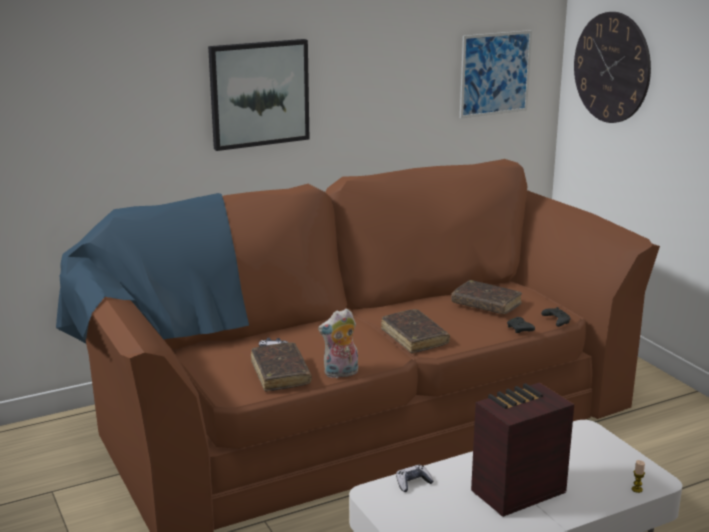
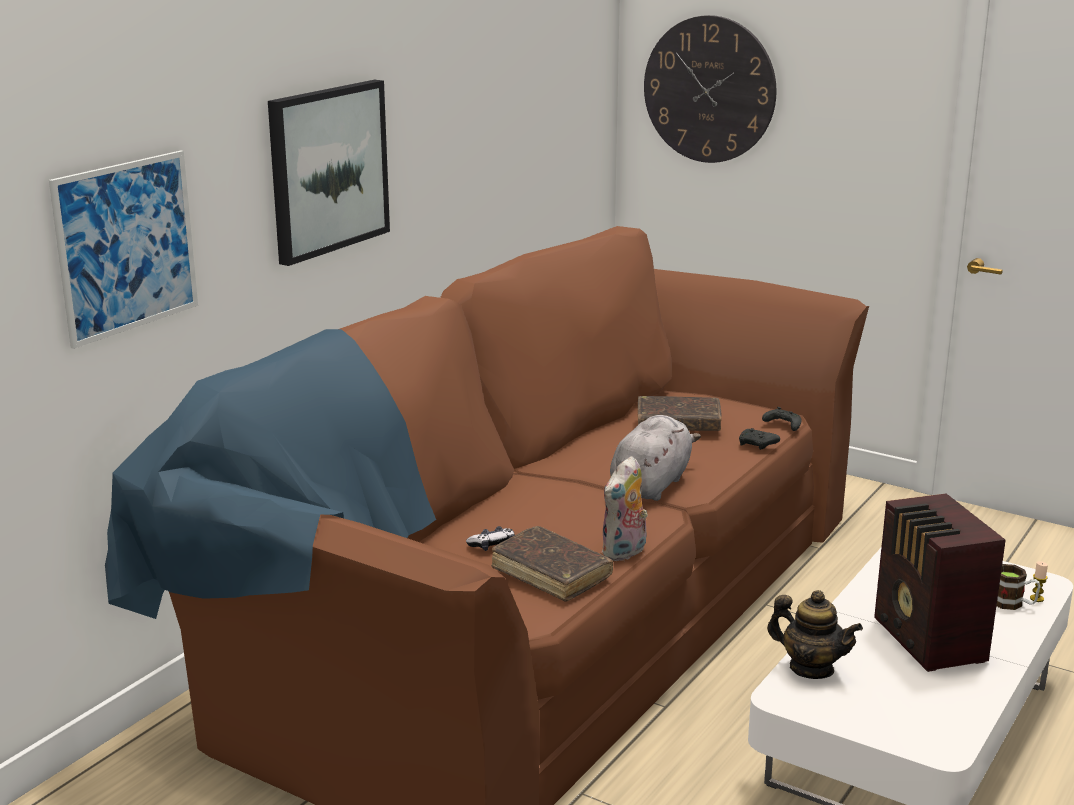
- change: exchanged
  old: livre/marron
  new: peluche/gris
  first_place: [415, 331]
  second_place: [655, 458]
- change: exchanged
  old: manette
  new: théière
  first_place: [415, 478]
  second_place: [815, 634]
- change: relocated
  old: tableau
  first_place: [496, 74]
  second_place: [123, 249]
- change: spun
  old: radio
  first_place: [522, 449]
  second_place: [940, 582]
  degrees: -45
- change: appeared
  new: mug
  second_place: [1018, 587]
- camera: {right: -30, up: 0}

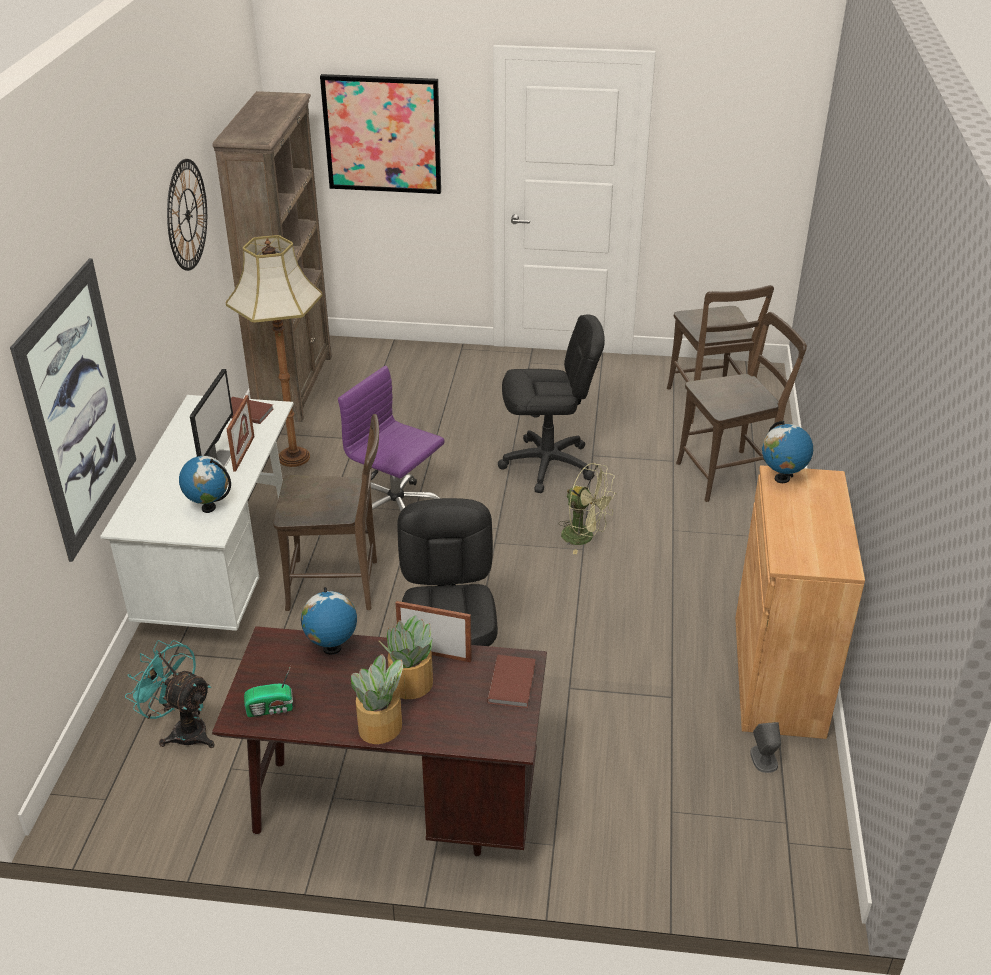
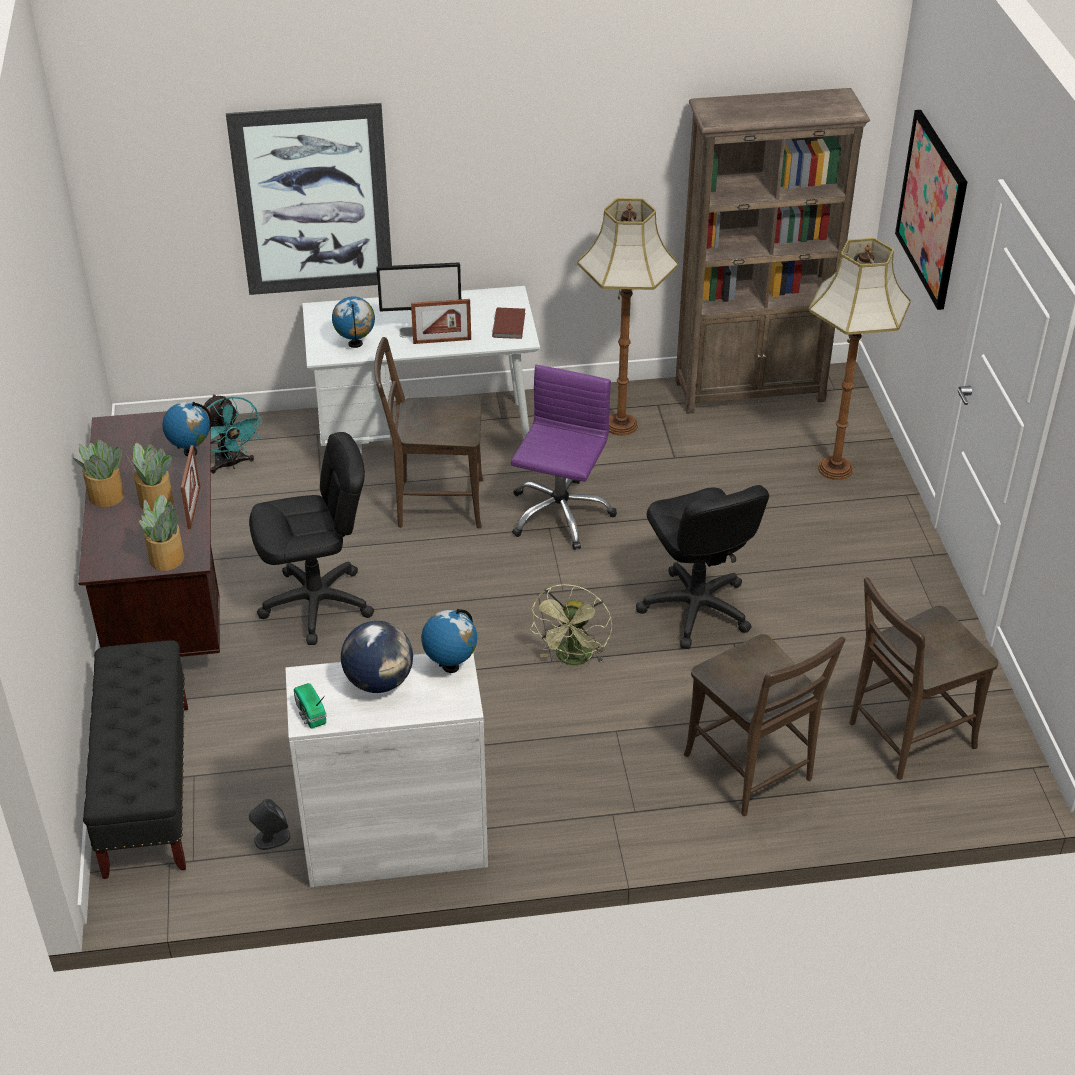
- change: spun
  old: ventilateur/turquoise
  first_place: [170, 694]
  second_place: [233, 434]
  degrees: 135
- change: missing
  old: horloge murale
  first_place: [187, 215]
- change: relocated
  old: radio
  first_place: [268, 691]
  second_place: [310, 706]
- change: spun
  old: chaise/marron
  first_place: [326, 512]
  second_place: [428, 432]
  degrees: 105
- change: exchanged
  old: livre/marron
  new: plante en pot
  first_place: [511, 681]
  second_place: [161, 532]
- change: colour
  old: meuble de rangement/marron
  new: meuble de rangement/blanc
  first_place: [800, 602]
  second_place: [386, 770]
- change: appeared
  new: banc/noir
  second_place: [135, 759]
- change: appeared
  new: globe
  second_place: [377, 657]
- change: appeared
  new: lampadaire
  second_place: [860, 359]
- camera: {right: 75, up: 5}

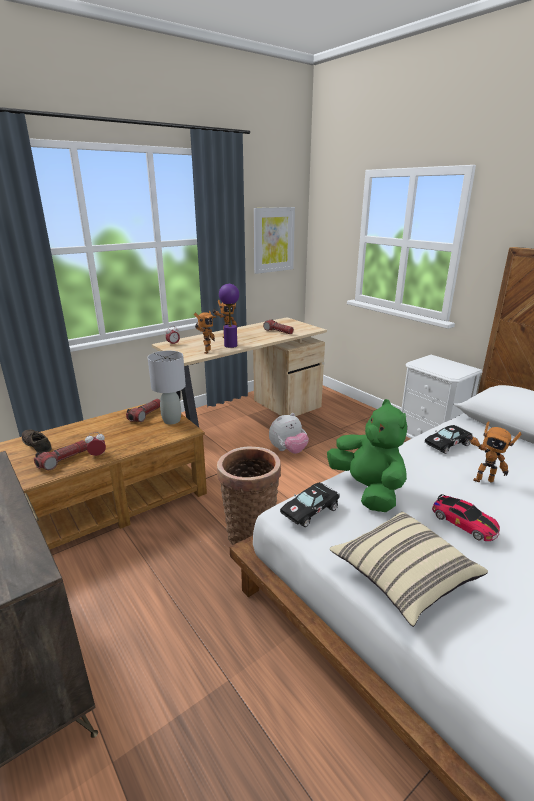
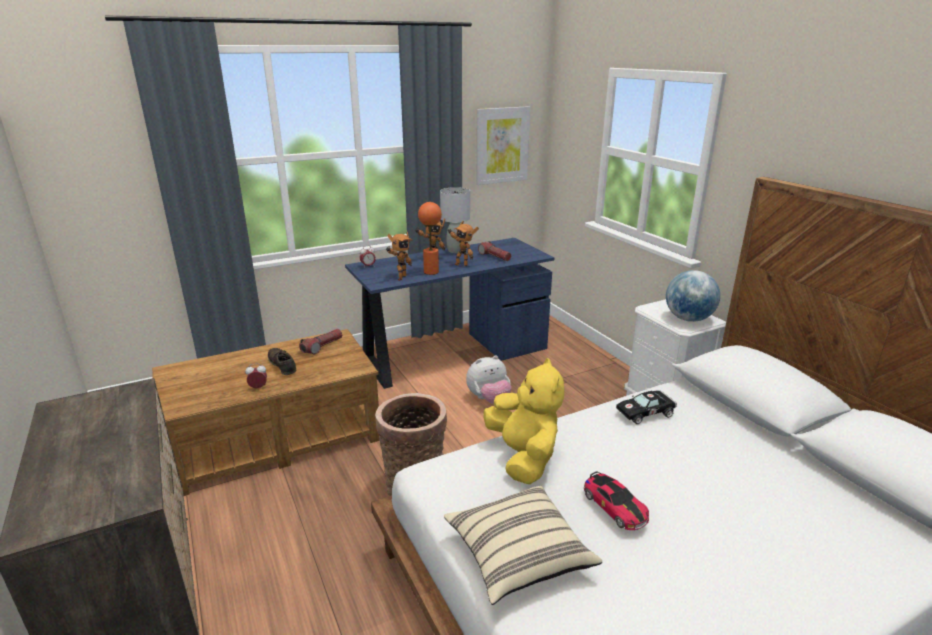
- change: relocated
  old: chaussure/marron
  first_place: [37, 442]
  second_place: [282, 361]
- change: missing
  old: lampe de poche
  first_place: [60, 455]
- change: relocated
  old: lampe de table/gris
  first_place: [167, 388]
  second_place: [455, 220]
- change: colour
  old: bureau/beige
  new: bureau/bleu
  first_place: [239, 372]
  second_place: [450, 313]
- change: colour
  old: lampe de table/violet
  new: lampe de table/orange
  first_place: [229, 316]
  second_place: [430, 238]
- change: missing
  old: petite voiture/noir
  first_place: [310, 504]
- change: colour
  old: peluche/vert
  new: peluche/jaune
  first_place: [367, 455]
  second_place: [524, 421]
- change: relocated
  old: robot jouet
  first_place: [494, 452]
  second_place: [463, 243]
- change: appeared
  new: globe
  second_place: [693, 296]
- camera: {right: 10, up: 0}

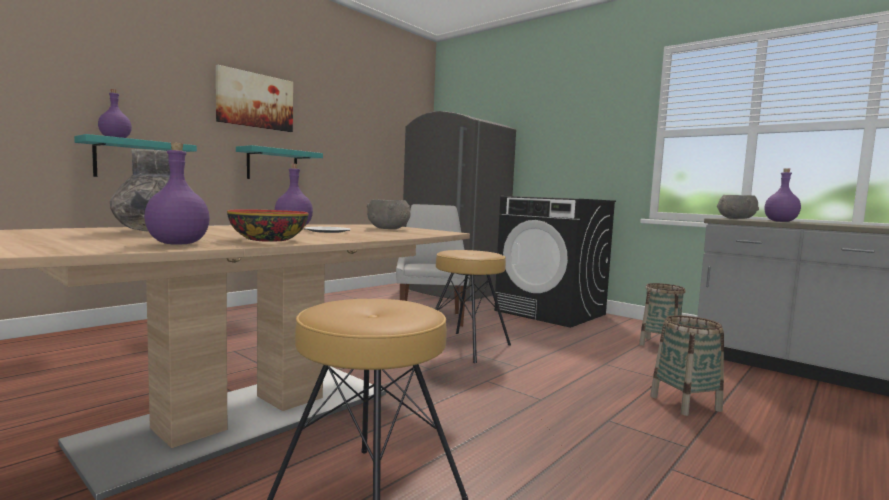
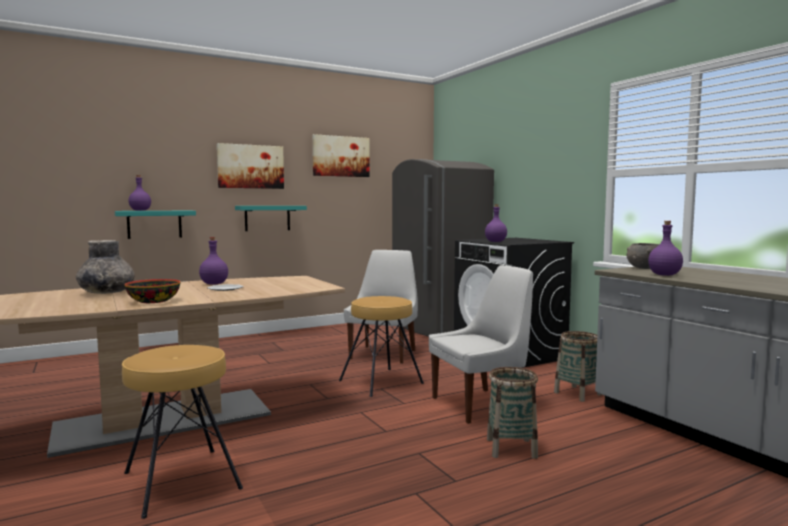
- change: relocated
  old: bouteille/violet
  first_place: [177, 194]
  second_place: [496, 223]
- change: missing
  old: bol/gris
  first_place: [389, 214]
- change: appeared
  new: tableau
  second_place: [341, 155]
- change: appeared
  new: chaise/blanc
  second_place: [481, 344]
- camera: {right: 20, up: 0}

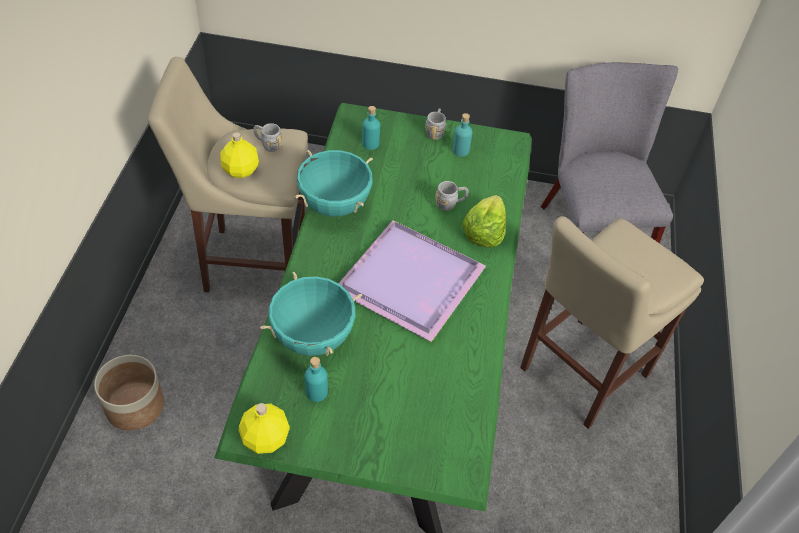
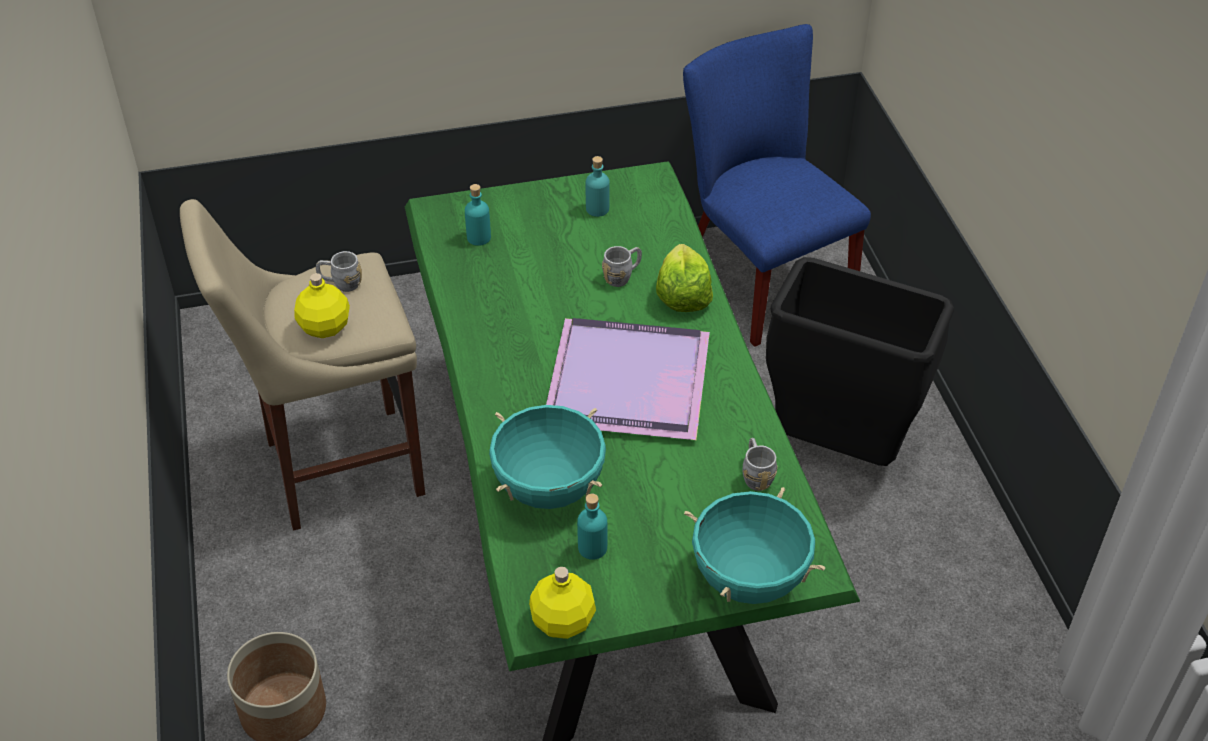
- change: relocated
  old: marmite/turquoise
  first_place: [334, 183]
  second_place: [755, 545]
- change: relocated
  old: mug/gris
  first_place: [435, 124]
  second_place: [759, 464]
- change: exchanged
  old: tabouret/beige
  new: poubelle/noir
  first_place: [612, 322]
  second_place: [860, 361]
- change: colour
  old: chaise/gris
  new: chaise/bleu
  first_place: [609, 152]
  second_place: [777, 185]
- camera: {right: -20, up: -5}

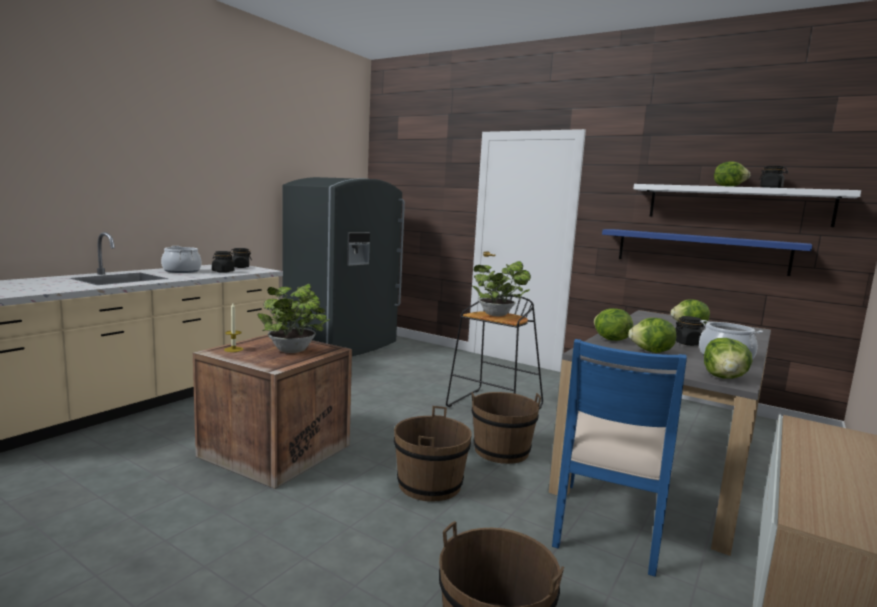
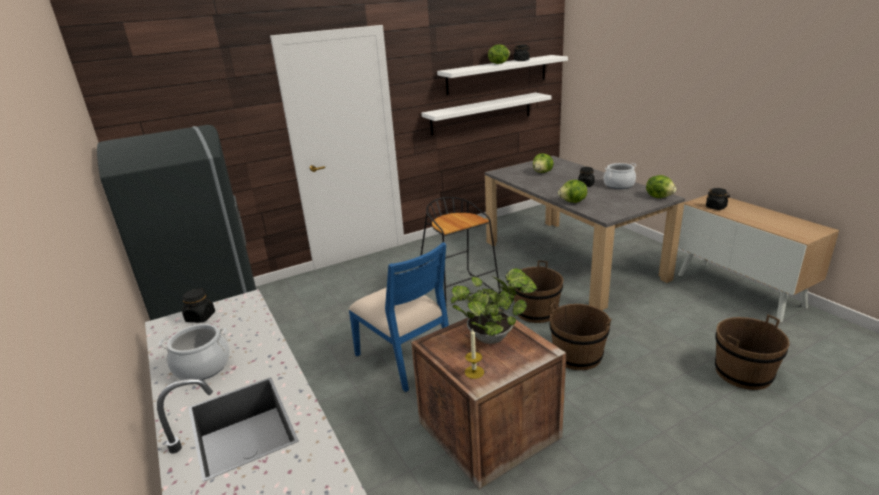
- change: relocated
  old: bocal/noir
  first_place: [223, 262]
  second_place: [718, 199]
- change: missing
  old: plante en pot
  first_place: [501, 288]
- change: relocated
  old: chaise/bleu
  first_place: [619, 458]
  second_place: [399, 317]
- change: colour
  old: étagère/bleu
  new: étagère/blanc
  first_place: [707, 252]
  second_place: [486, 114]
- change: missing
  old: laitue
  first_place: [652, 335]
- camera: {right: -60, up: 15}

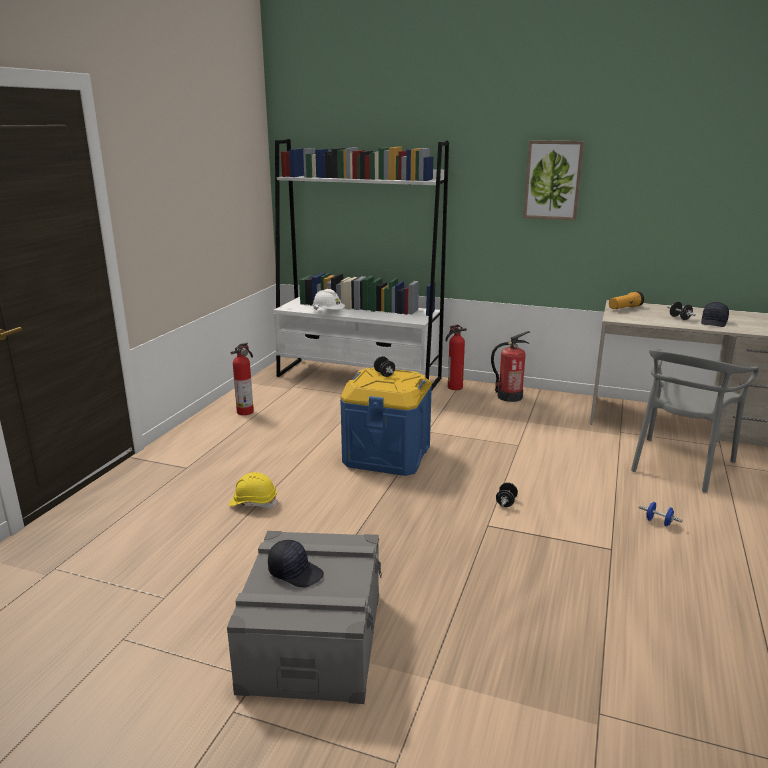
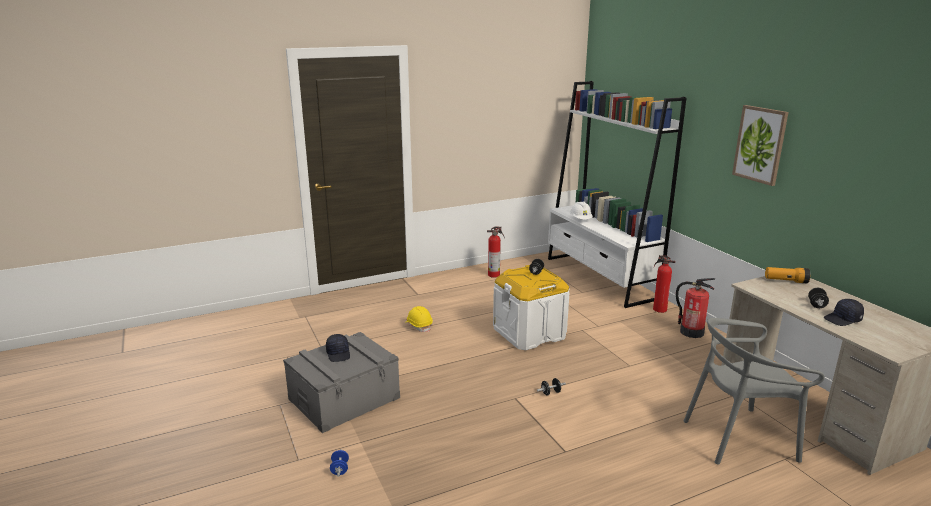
- change: colour
  old: boîte de rangement/bleu
  new: boîte de rangement/blanc
  first_place: [386, 421]
  second_place: [531, 307]
- change: relocated
  old: haltère/bleu
  first_place: [661, 514]
  second_place: [339, 463]
- camera: {right: 45, up: 0}

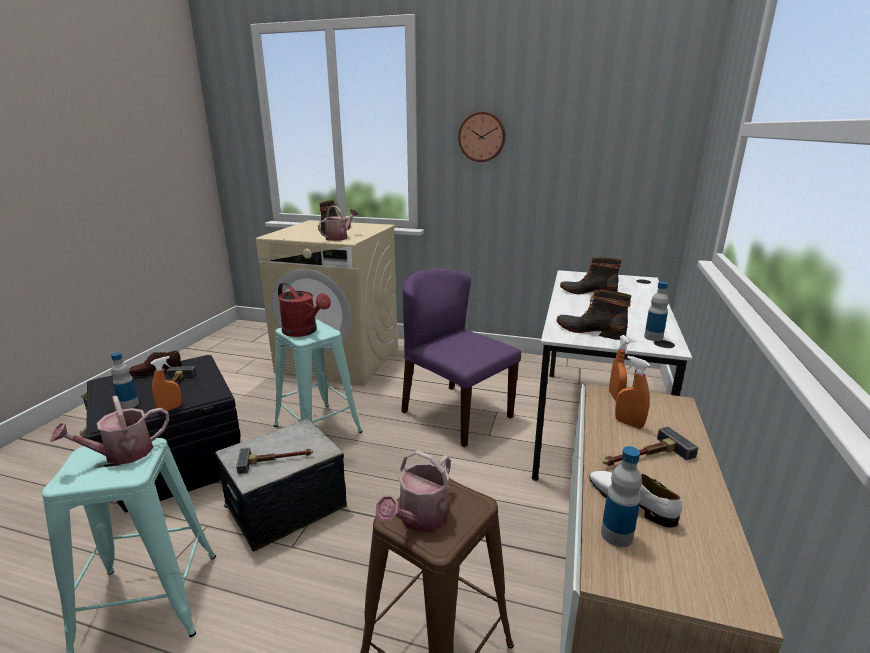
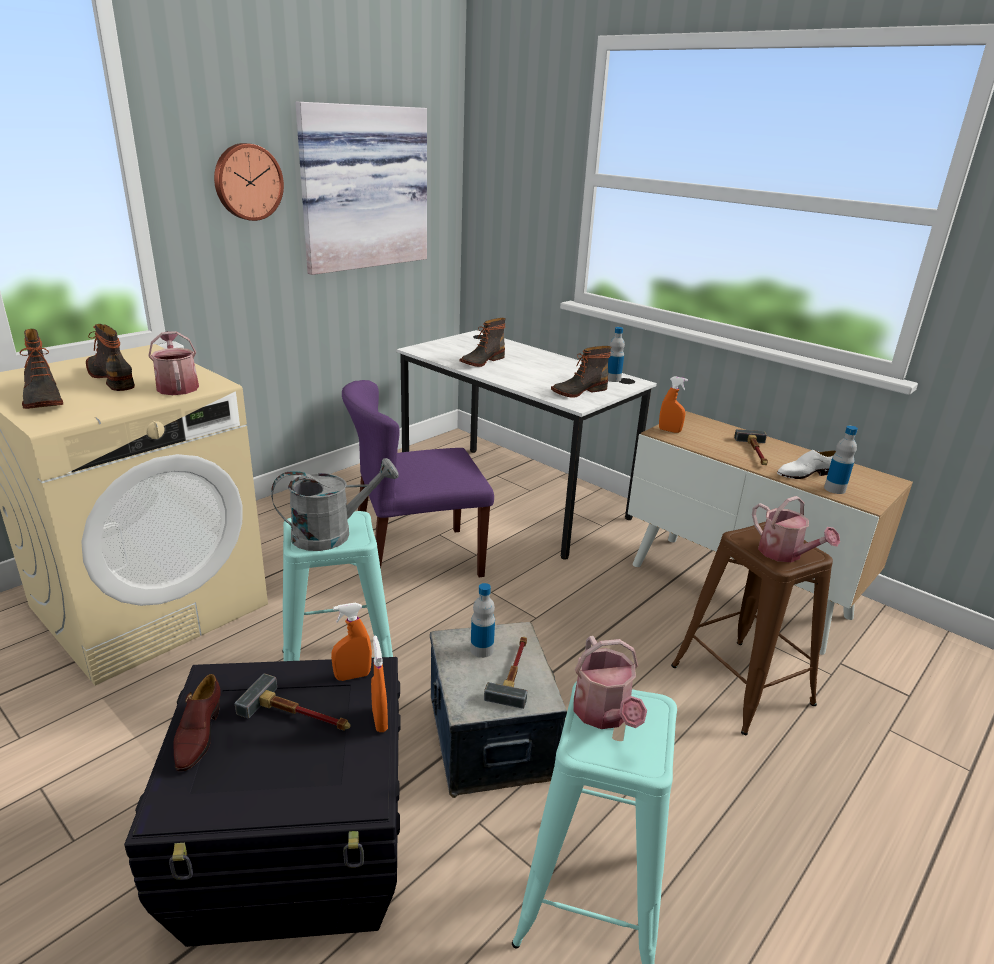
- change: relocated
  old: bouteille
  first_place: [125, 380]
  second_place: [482, 620]
- change: colour
  old: arrosoir/rouge
  new: arrosoir/gris
  first_place: [304, 309]
  second_place: [335, 504]
- change: relocated
  old: vaporisateur/orange
  first_place: [632, 392]
  second_place: [351, 642]
- change: appeared
  new: botte
  second_place: [41, 369]
- change: appeared
  new: tableau
  second_place: [361, 188]
- camera: {right: -65, up: 5}

